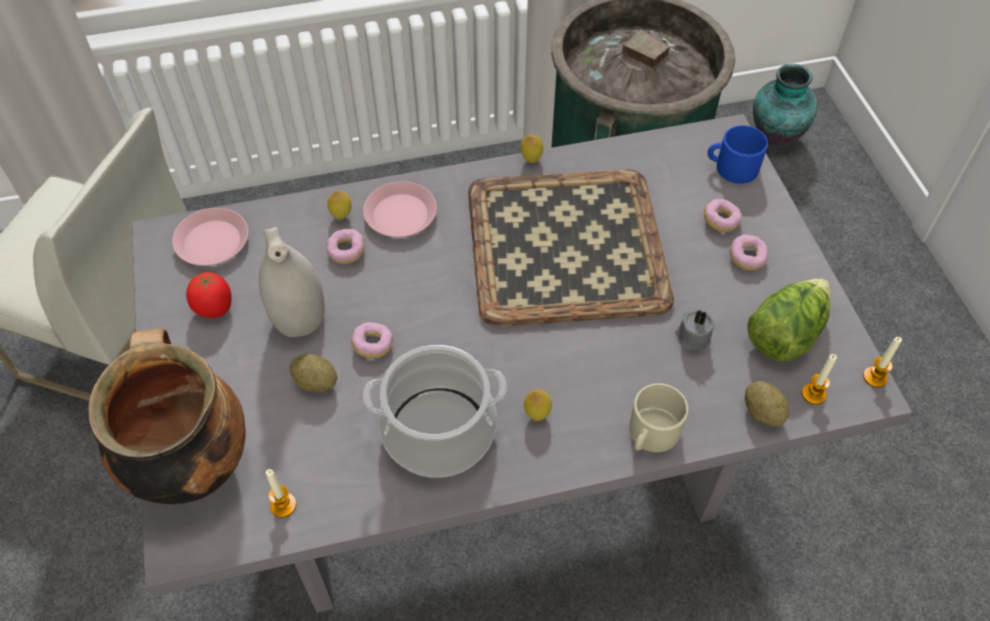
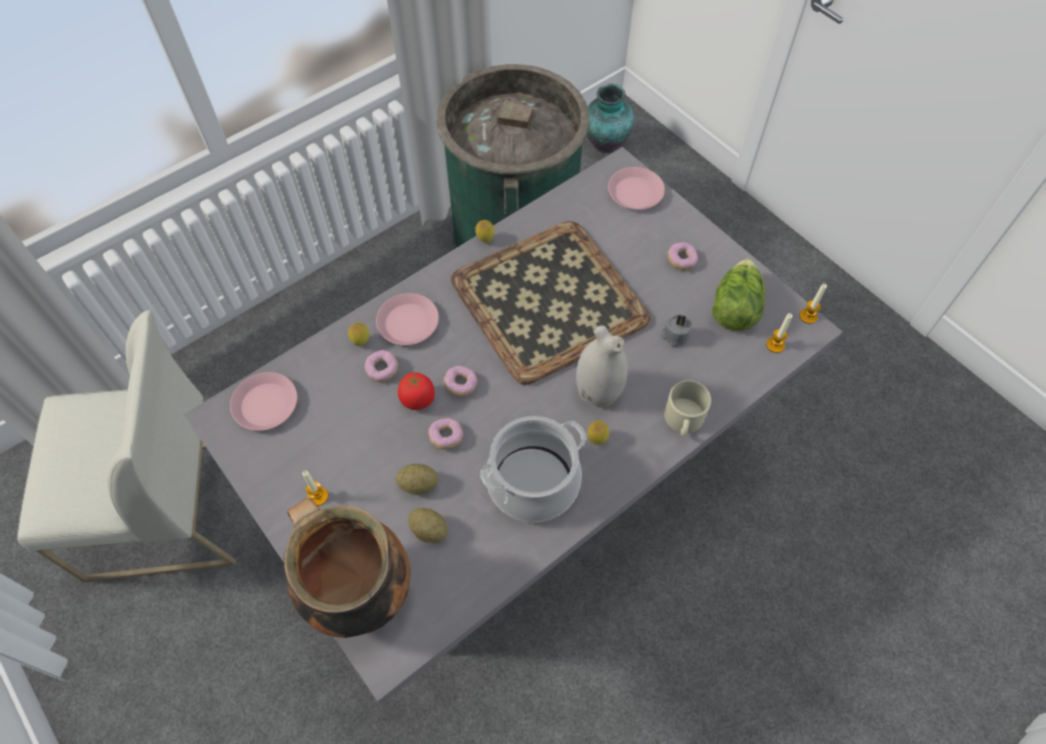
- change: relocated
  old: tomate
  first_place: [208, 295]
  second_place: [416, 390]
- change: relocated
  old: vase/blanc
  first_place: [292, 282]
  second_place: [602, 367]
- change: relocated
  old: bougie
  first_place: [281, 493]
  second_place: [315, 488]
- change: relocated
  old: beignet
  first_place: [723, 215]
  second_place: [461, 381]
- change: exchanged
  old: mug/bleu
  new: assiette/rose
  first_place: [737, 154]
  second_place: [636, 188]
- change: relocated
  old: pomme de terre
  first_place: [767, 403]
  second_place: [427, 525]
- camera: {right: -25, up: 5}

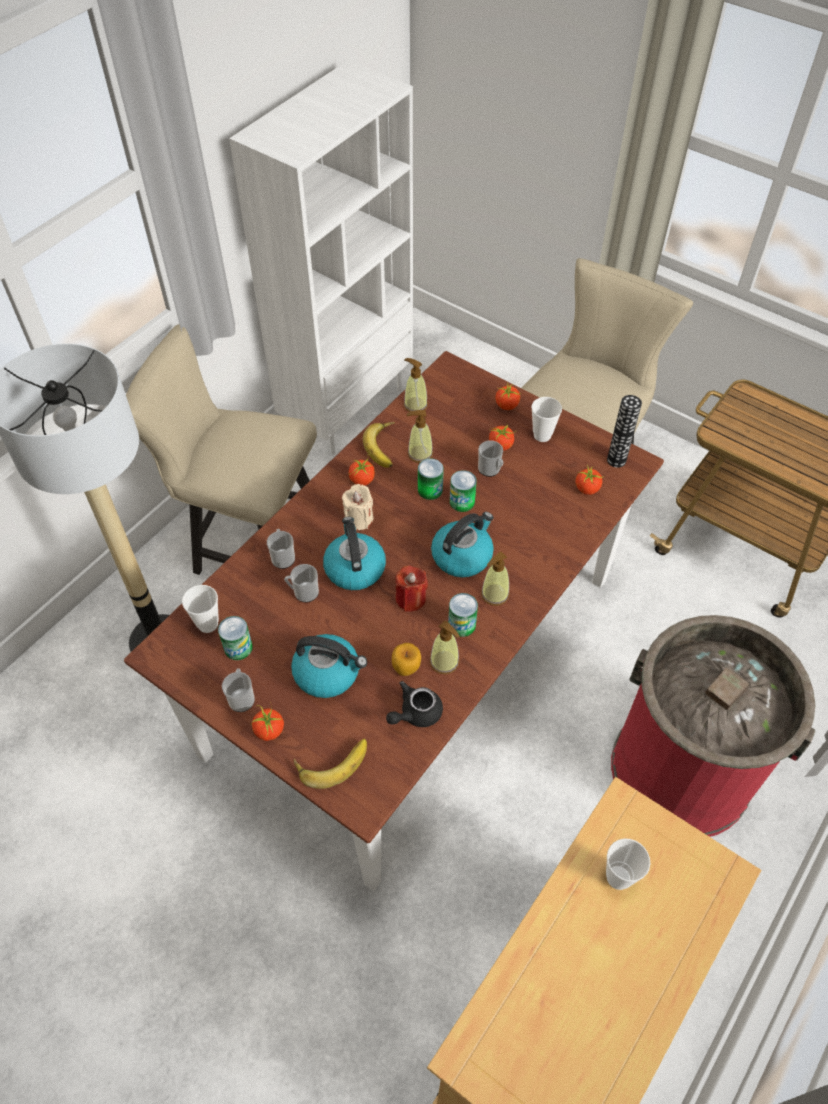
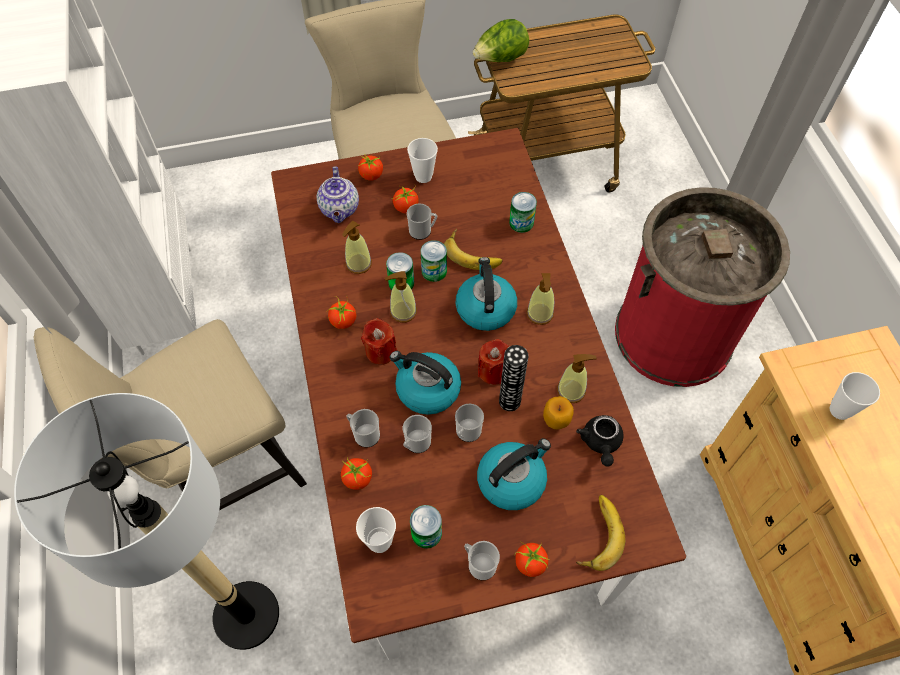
- change: colour
  old: bougie/beige
  new: bougie/rouge
  first_place: [358, 507]
  second_place: [379, 341]
- change: relocated
  old: banane
  first_place: [379, 444]
  second_place: [473, 249]
- change: relocated
  old: distributeur de savon
  first_place: [416, 385]
  second_place: [401, 297]
- change: relocated
  old: boîte métallique
  first_place: [463, 615]
  second_place: [523, 212]
- change: relocated
  old: tomate
  first_place: [590, 480]
  second_place: [356, 474]
- change: relocated
  old: vase
  first_place: [624, 431]
  second_place: [513, 378]
- change: appeared
  new: théière
  second_place: [338, 194]
- change: appeared
  new: mug
  second_place: [469, 422]
- change: appeared
  new: laitue
  second_place: [501, 40]
- camera: {right: -50, up: 5}

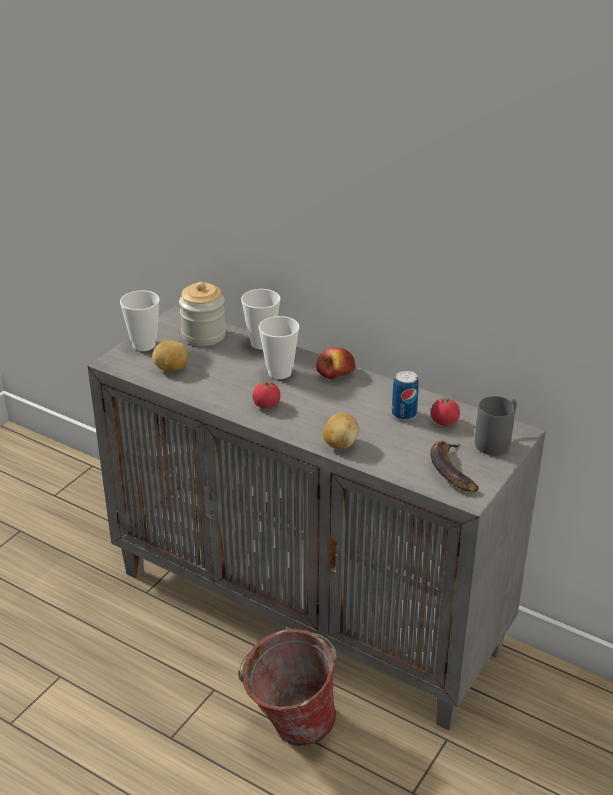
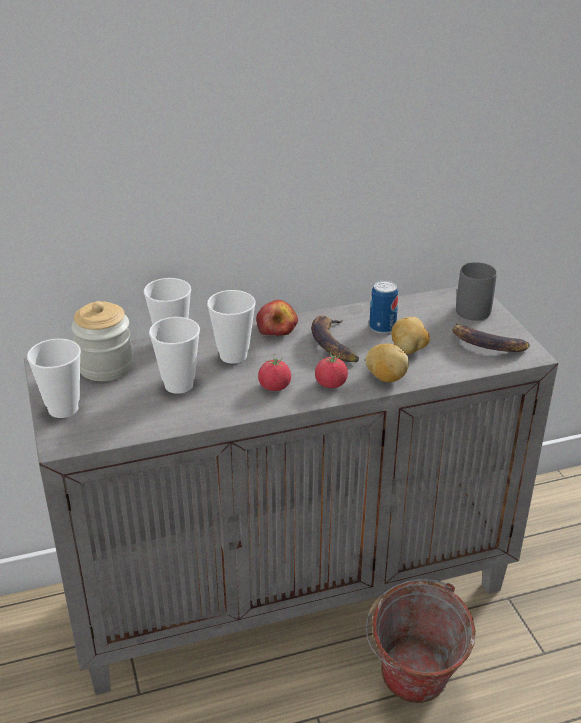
- change: relocated
  old: pomme de terre
  first_place: [170, 355]
  second_place: [410, 335]
- change: relocated
  old: tomate
  first_place: [445, 410]
  second_place: [331, 369]
- change: appeared
  new: tasse
  second_place: [174, 355]
- change: appeared
  new: banane
  second_place: [335, 339]
- camera: {right: -50, up: 0}

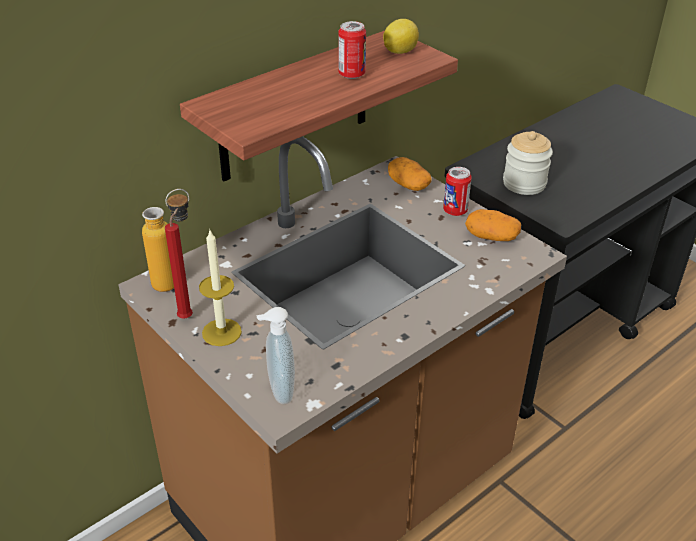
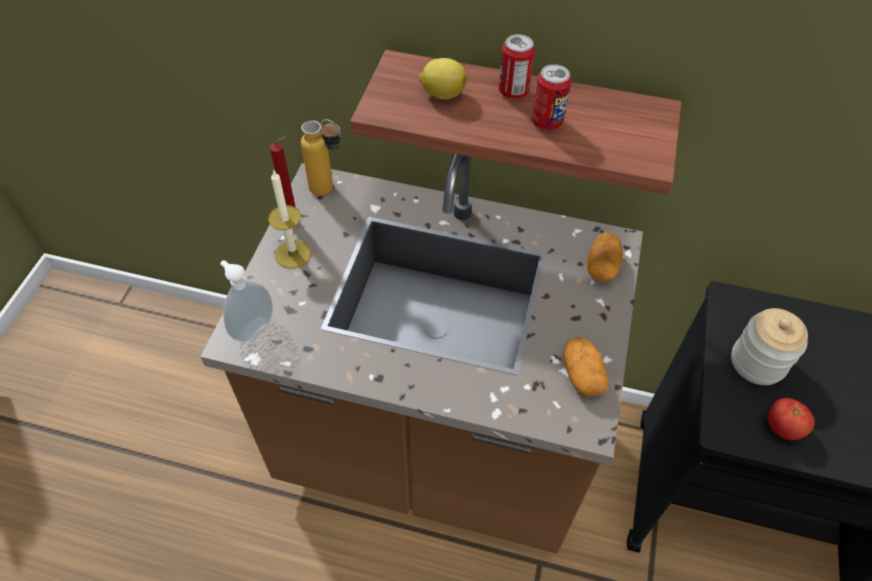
- change: relocated
  old: citron
  first_place: [401, 36]
  second_place: [442, 79]
- change: relocated
  old: boîte métallique
  first_place: [457, 191]
  second_place: [517, 66]
- change: appeared
  new: tomate
  second_place: [791, 419]
- camera: {right: 55, up: 15}

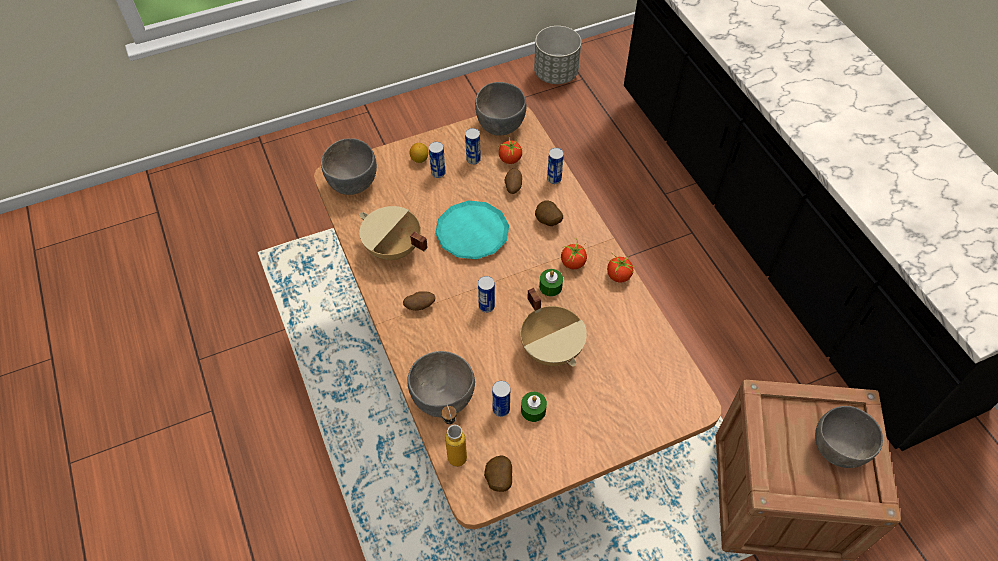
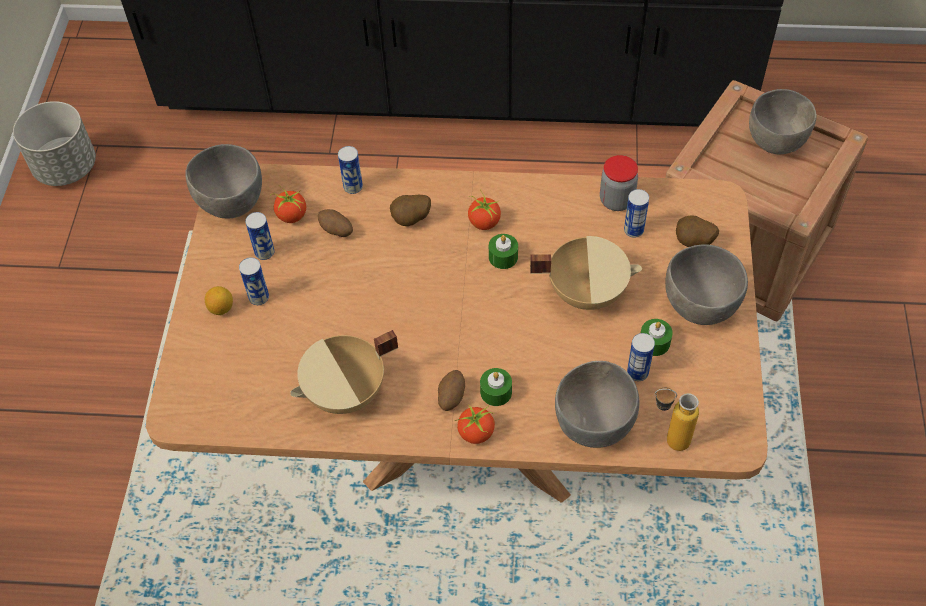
- change: relocated
  old: bol/gris
  first_place: [349, 166]
  second_place: [706, 284]
- change: missing
  old: assiette/turquoise
  first_place: [472, 230]
- change: relocated
  old: boîte métallique
  first_place: [486, 294]
  second_place: [636, 213]
- change: relocated
  old: pomme de terre
  first_place: [498, 473]
  second_place: [697, 231]
- change: relocated
  old: tomate
  first_place: [621, 268]
  second_place: [475, 424]
- change: appeared
  new: bougie/vert
  second_place: [496, 387]
- change: appeared
  new: bocal
  second_place: [619, 183]
- camera: {right: -60, up: 0}

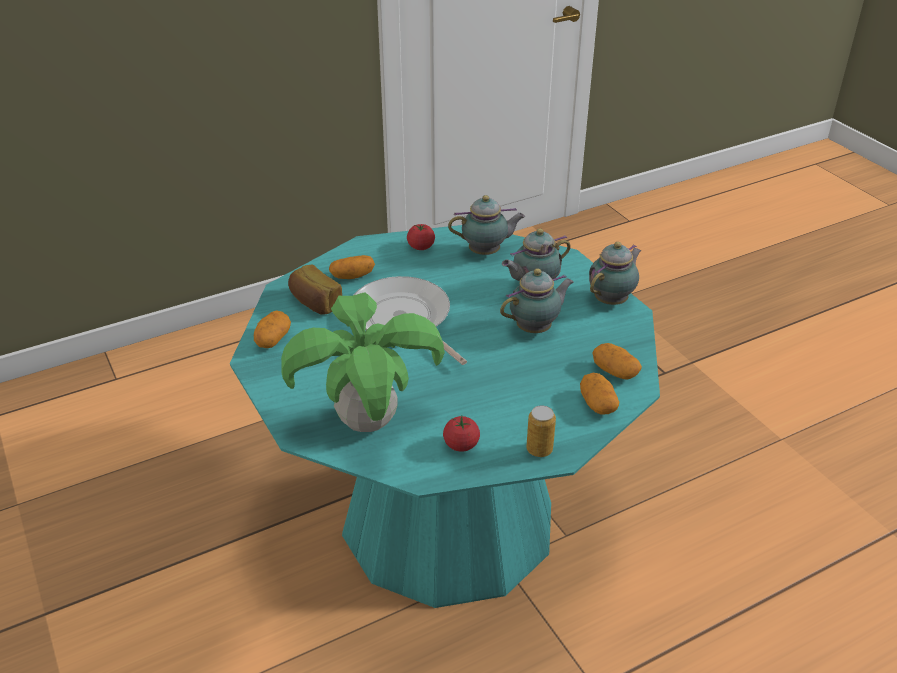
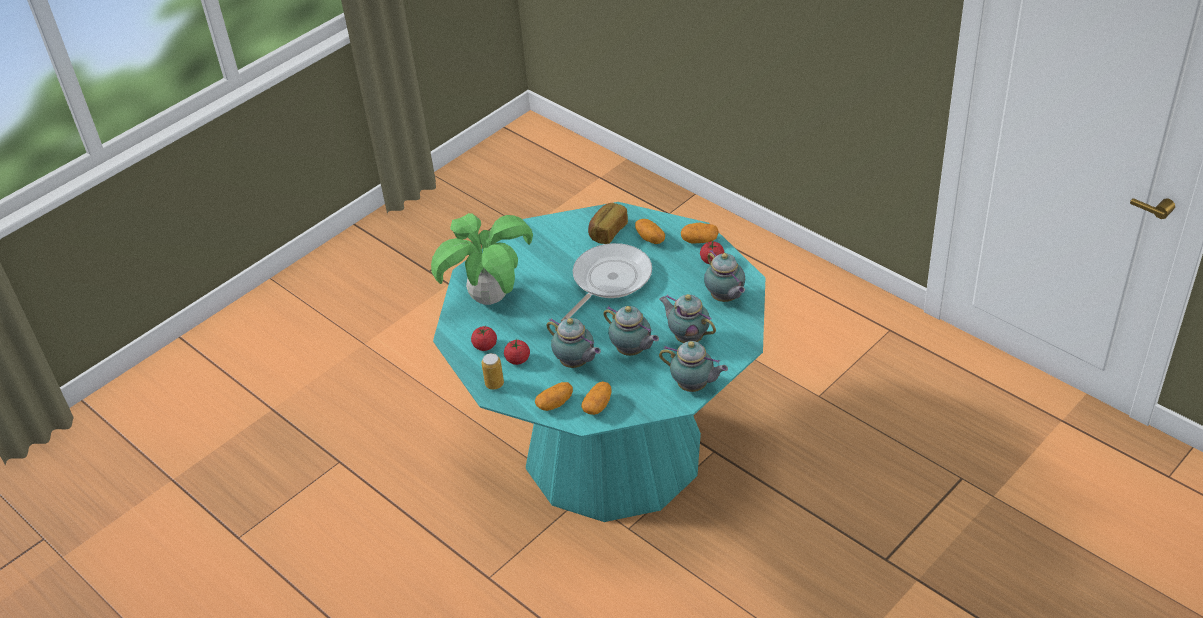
- change: relocated
  old: pomme de terre
  first_place: [272, 329]
  second_place: [700, 233]
- change: appeared
  new: tomate
  second_place: [517, 352]
- change: appeared
  new: théière
  second_place: [574, 343]
- camera: {right: 75, up: 5}

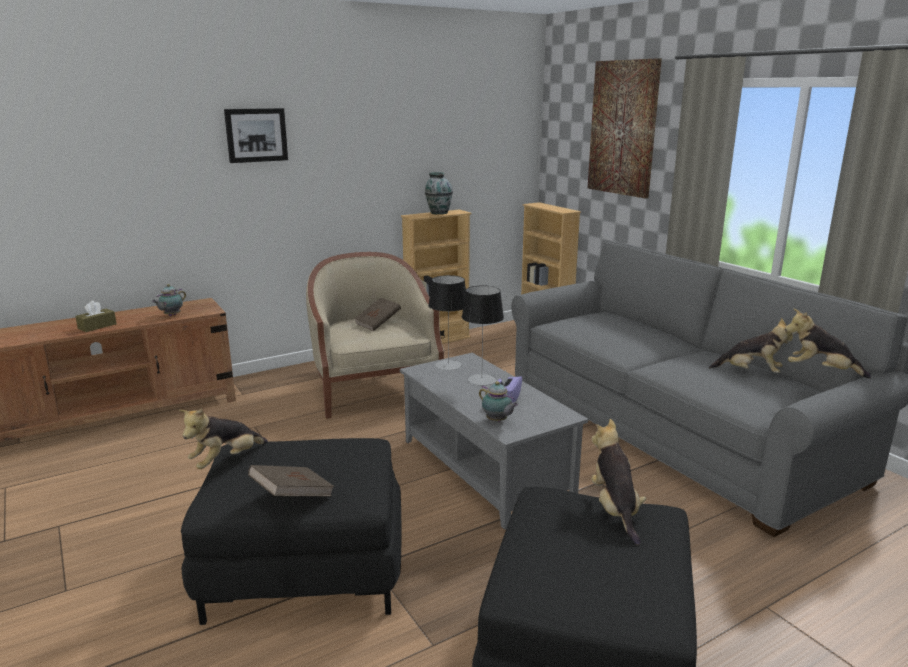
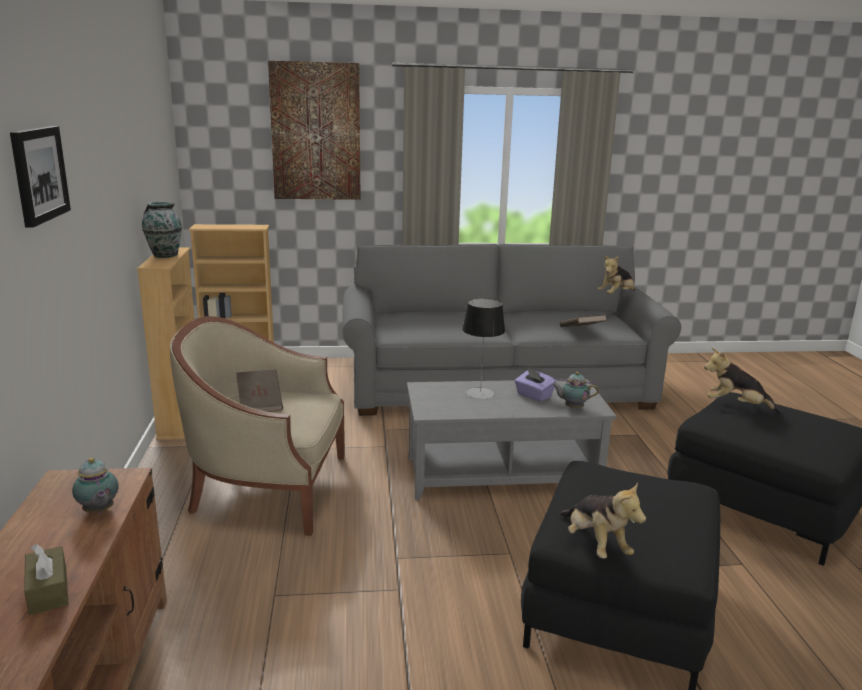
- change: relocated
  old: livre/marron
  first_place: [291, 480]
  second_place: [583, 321]
- change: missing
  old: lampe de table
  first_place: [447, 322]
- change: spun
  old: théière
  first_place: [498, 401]
  second_place: [575, 390]
  degrees: -150
- change: missing
  old: peluche
  first_place: [751, 345]
- camera: {right: -65, up: 0}

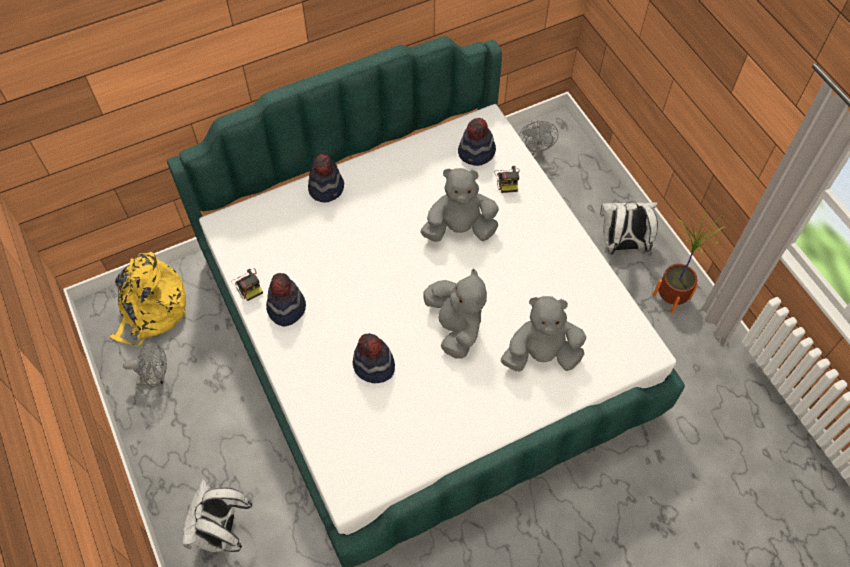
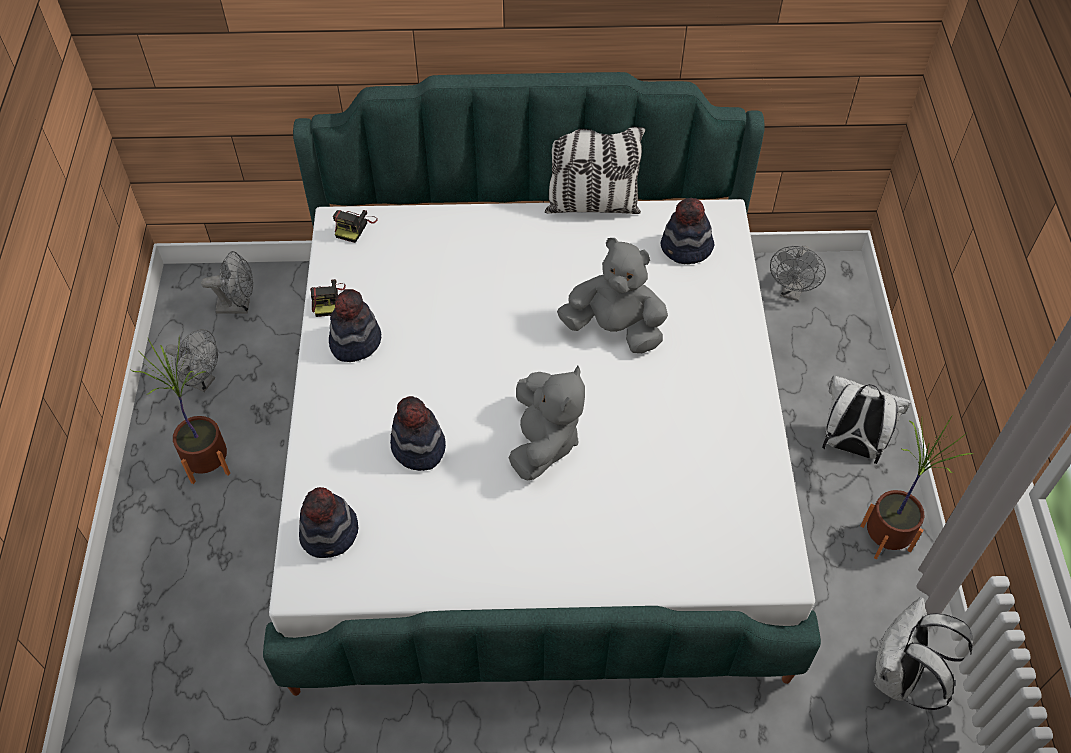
- change: exchanged
  old: sac à dos/jaune
  new: ventilateur/gris
  first_place: [148, 299]
  second_place: [227, 282]
- change: relocated
  old: sac à dos/blanc
  first_place: [217, 515]
  second_place: [923, 653]
- change: relocated
  old: chapeau
  first_place: [326, 177]
  second_place: [328, 522]
- change: relocated
  old: appareil photo
  first_place: [506, 179]
  second_place: [355, 226]
- change: missing
  old: peluche/gris
  first_place: [543, 333]
- change: appeared
  new: plante en pot
  second_place: [180, 411]
- change: appeared
  new: coussin
  second_place: [595, 170]
- camera: {right: 25, up: -5}

